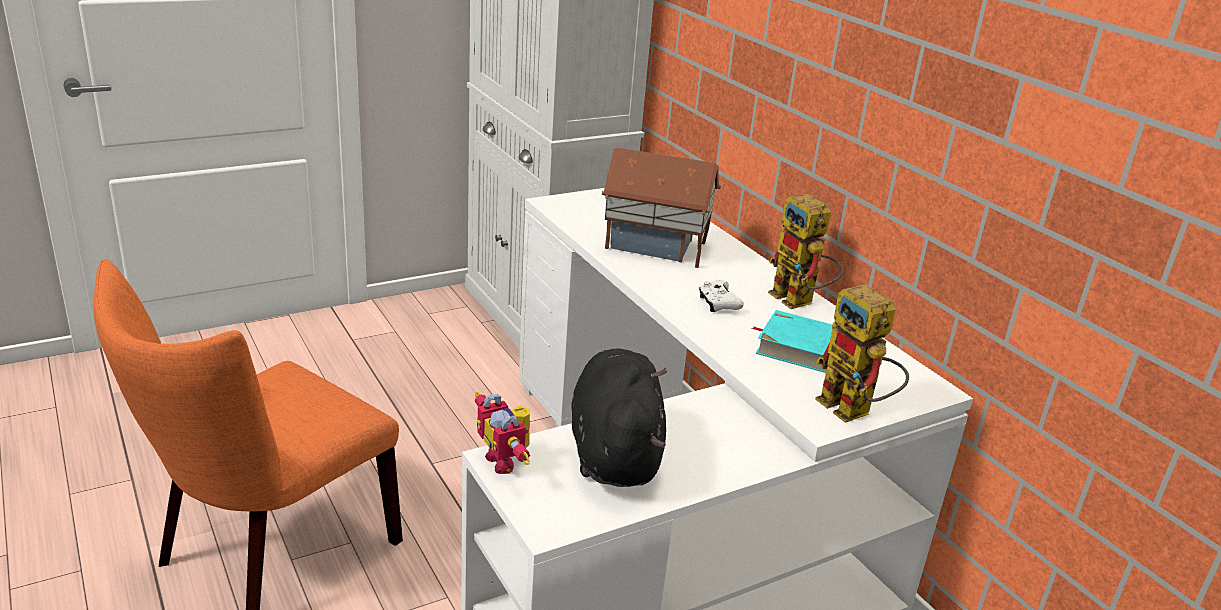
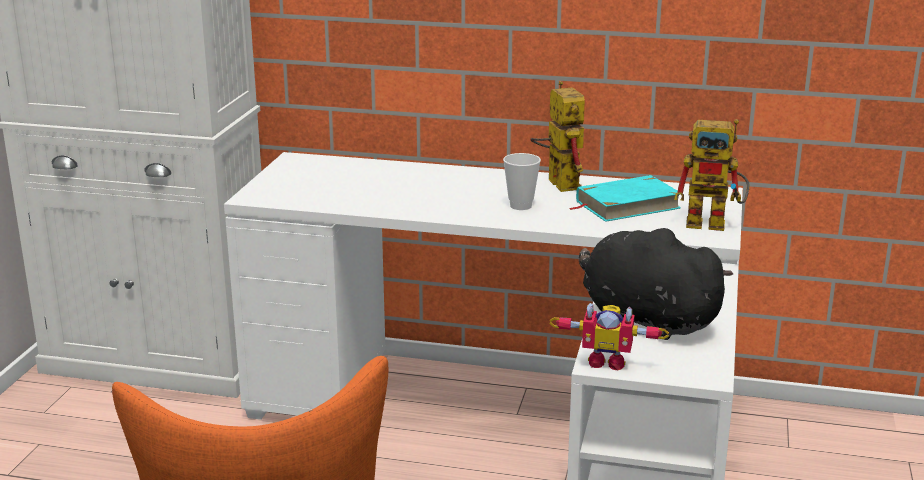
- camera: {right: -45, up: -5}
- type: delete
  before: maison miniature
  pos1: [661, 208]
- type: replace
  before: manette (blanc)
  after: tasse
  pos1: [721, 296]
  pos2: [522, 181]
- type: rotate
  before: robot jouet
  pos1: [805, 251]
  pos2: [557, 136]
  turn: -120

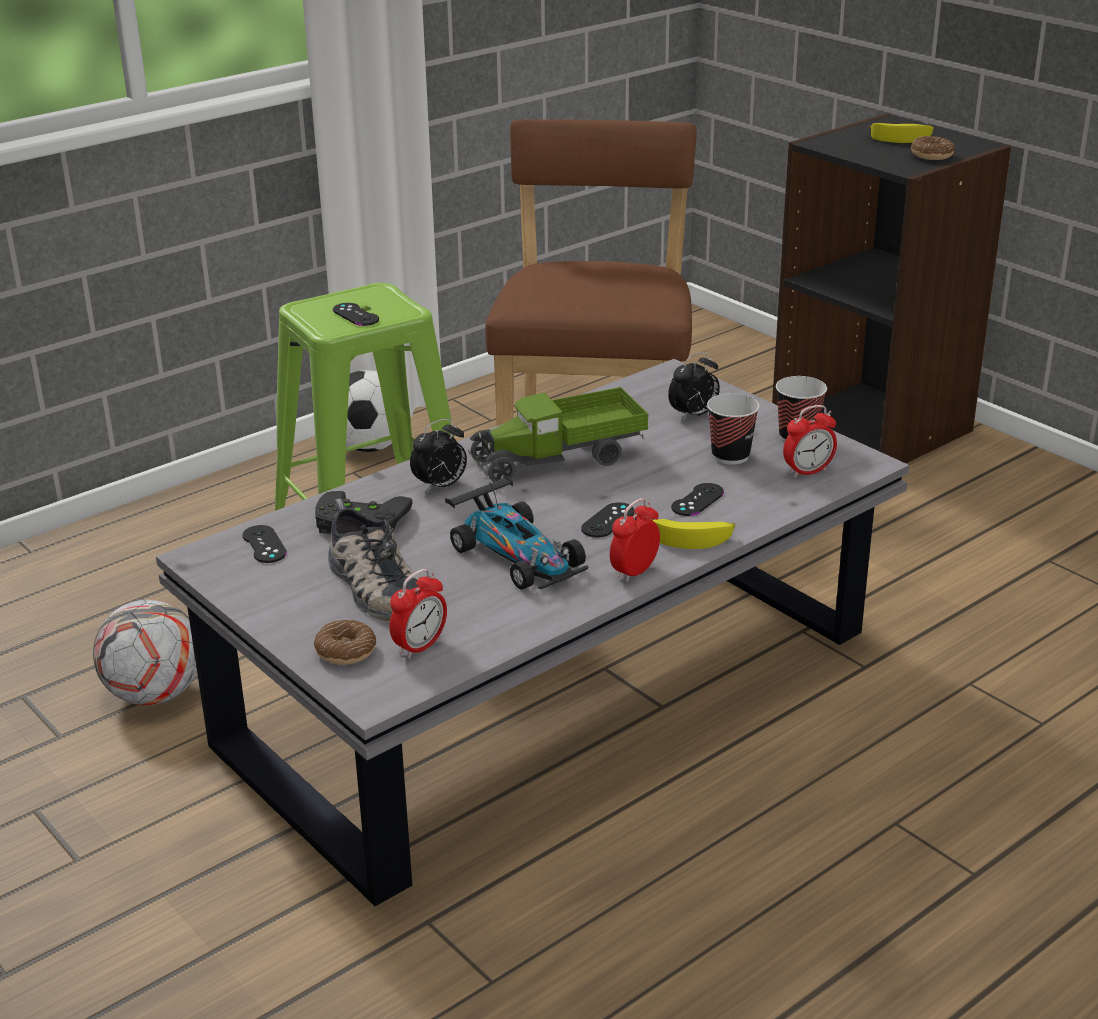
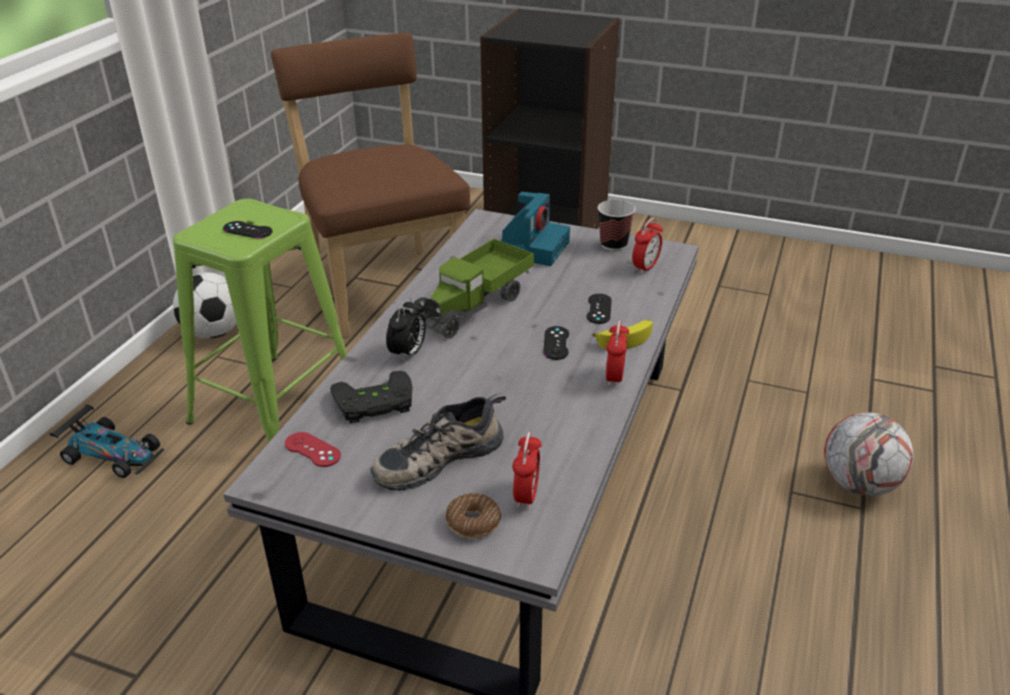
- camera: {right: -30, up: 5}
- type: move
  before: ballon de foot
  pos1: [145, 652]
  pos2: [869, 454]
- type: recolor
  before: manette (noir)
  after: manette (rouge)
  pos1: [264, 544]
  pos2: [313, 449]
- type: rotate
  before: chaussure
  pos1: [374, 560]
  pos2: [438, 442]
  turn: 120
- type: move
  before: petite voiture
  pos1: [517, 533]
  pos2: [106, 441]
- type: replace
  before: réveil
  after: appareil photo
  pos1: [694, 386]
  pos2: [535, 229]
- type: delete
  before: tasse
  pos1: [733, 429]
- type: delete
  before: banane
  pos1: [901, 133]
- type: delete
  before: beignet
  pos1: [933, 148]

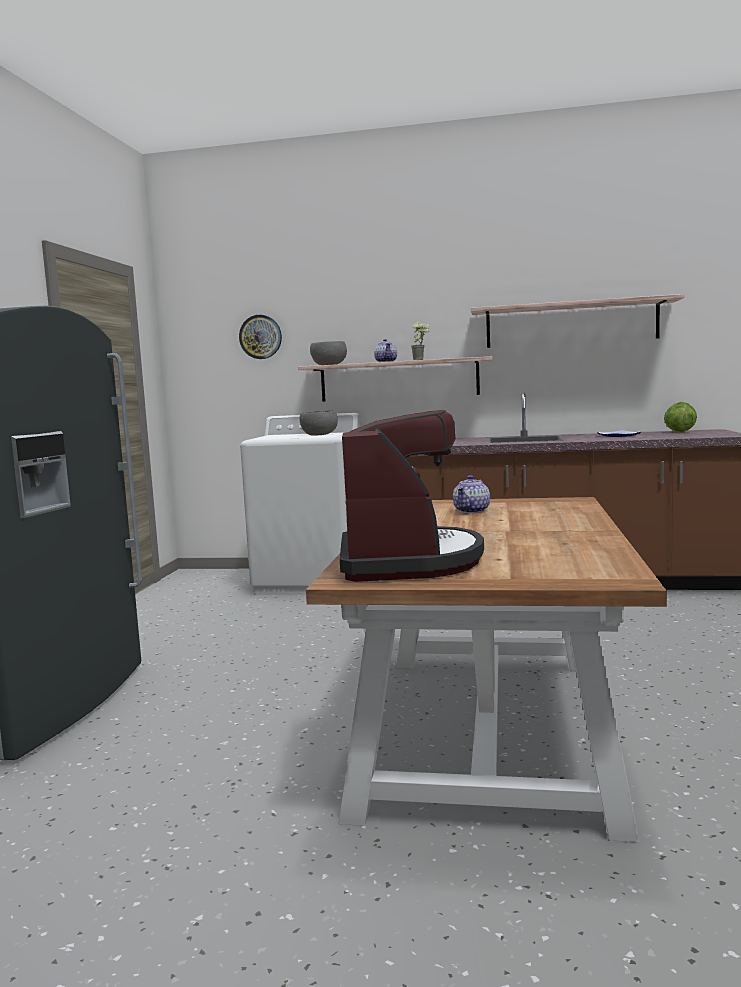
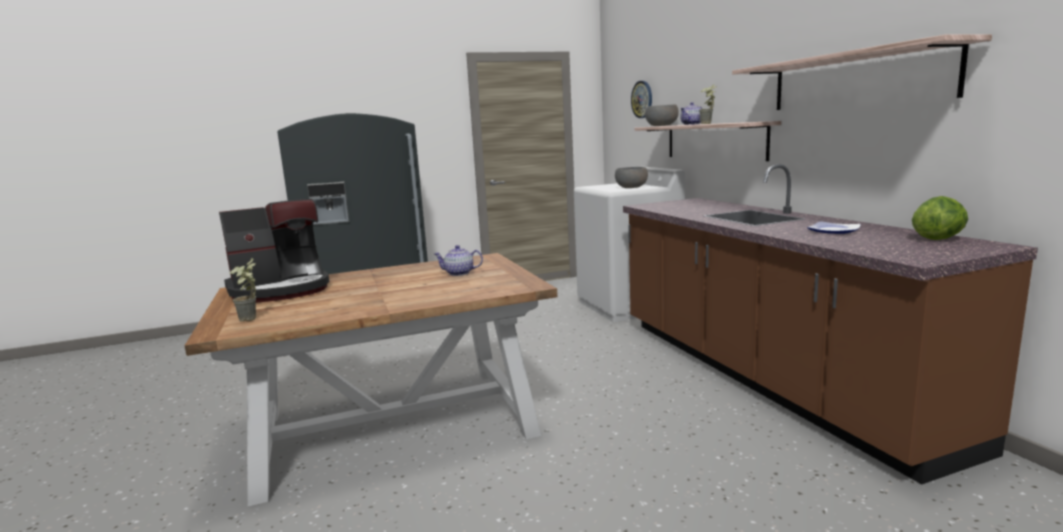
- camera: {right: 60, up: 5}
- type: insert
  after: plante en pot
  pos2: [242, 290]

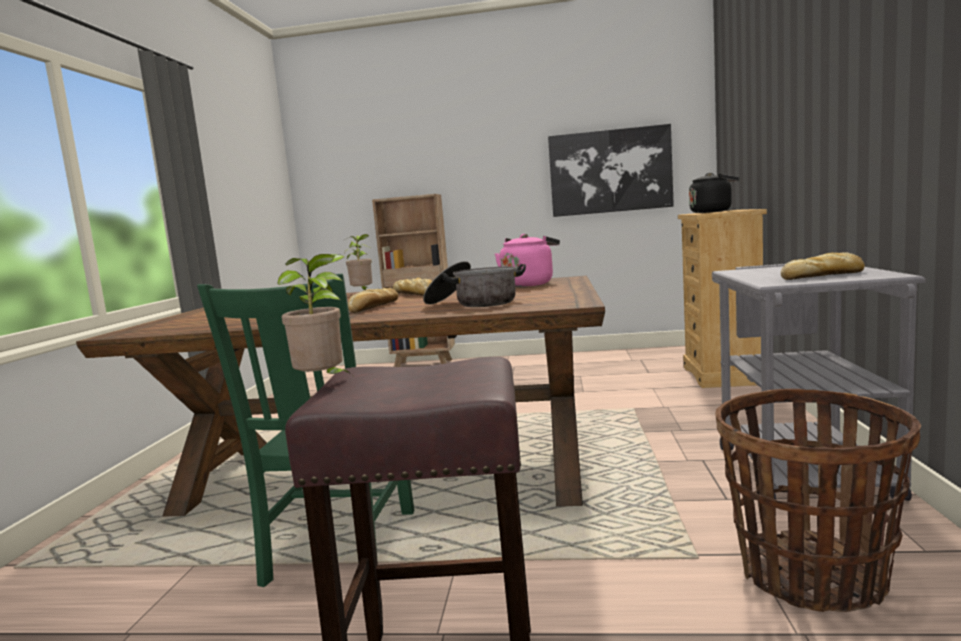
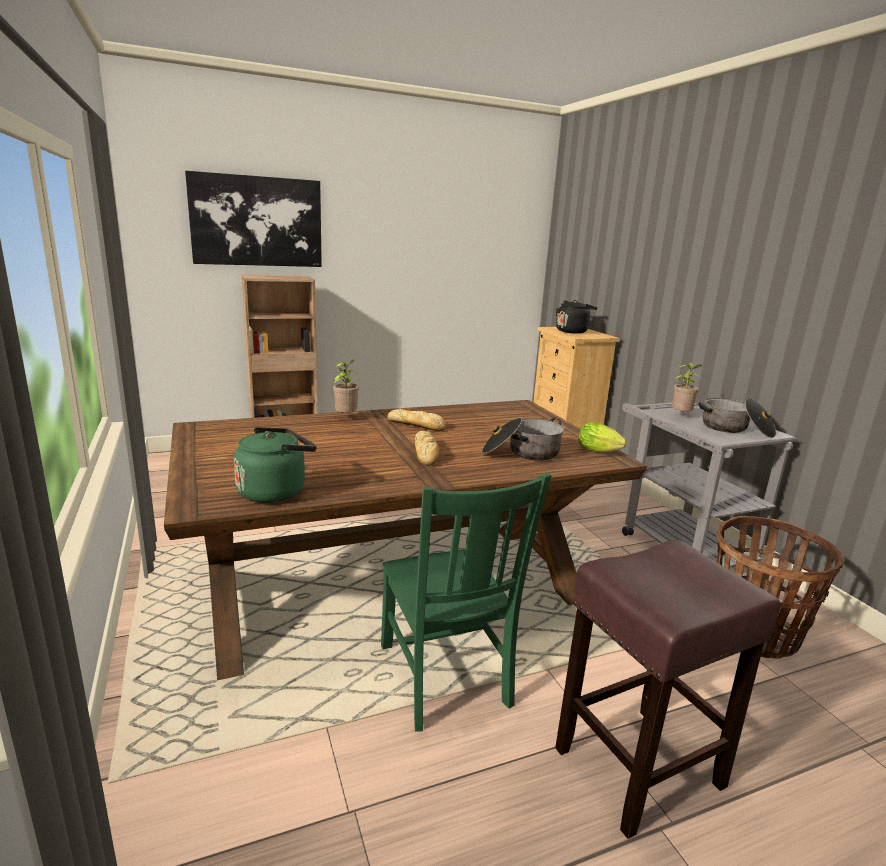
- camera: {right: -30, up: 10}
- type: move
  before: plante en pot
  pos1: [314, 314]
  pos2: [687, 388]
- type: delete
  before: bouilloire (rose)
  pos1: [527, 260]
- type: move
  before: tableau
  pos1: [611, 170]
  pos2: [253, 219]
- type: replace
  before: pain
  after: marmite
  pos1: [823, 266]
  pos2: [737, 418]
- type: insert
  after: bouilloire (vert)
  pos2: [275, 465]
- type: insert
  after: laitue
  pos2: [602, 437]

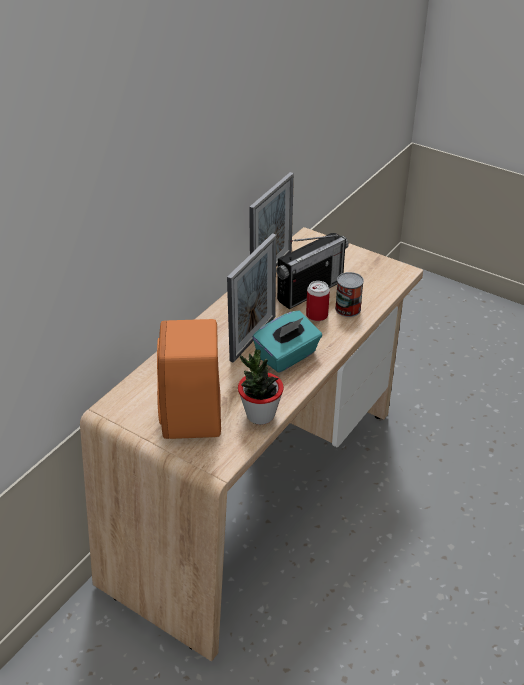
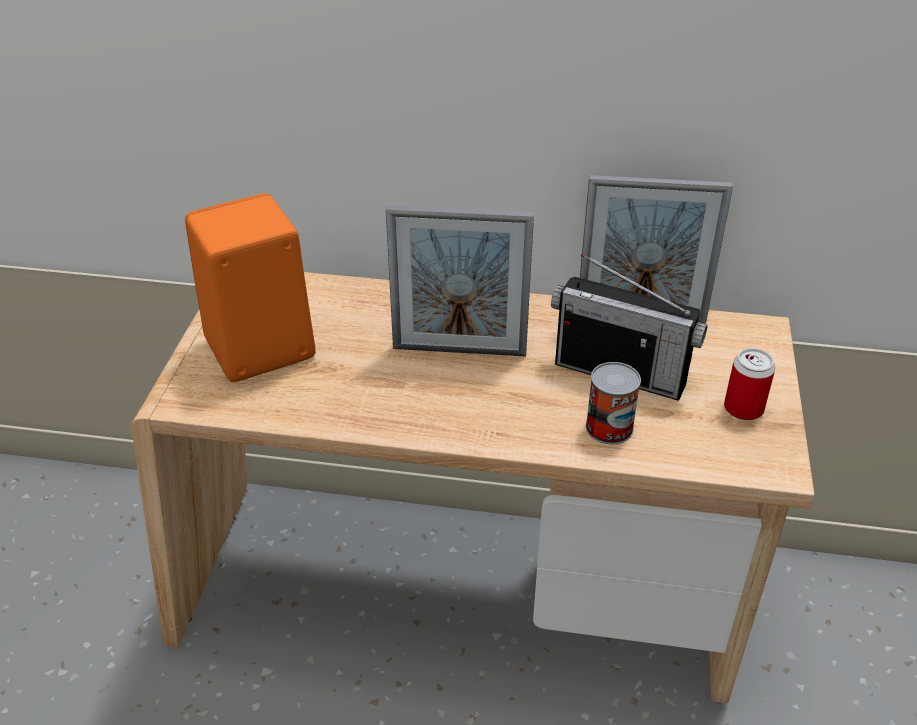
- camera: {right: 65, up: 0}
- type: delete
  before: plante en pot
  pos1: [261, 387]
- type: delete
  before: boîte à mouchoirs (turquoise)
  pos1: [287, 342]
- type: move
  before: boîte métallique
  pos1: [318, 301]
  pos2: [749, 384]

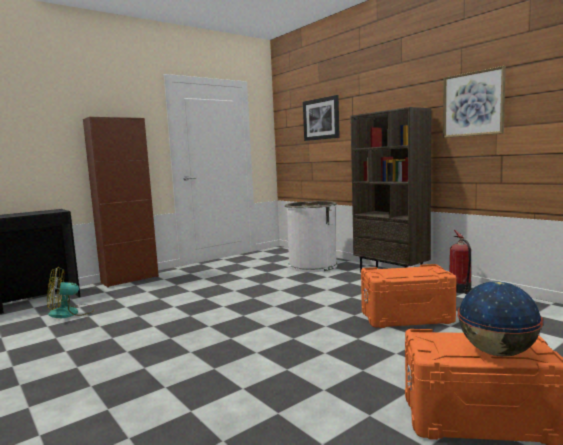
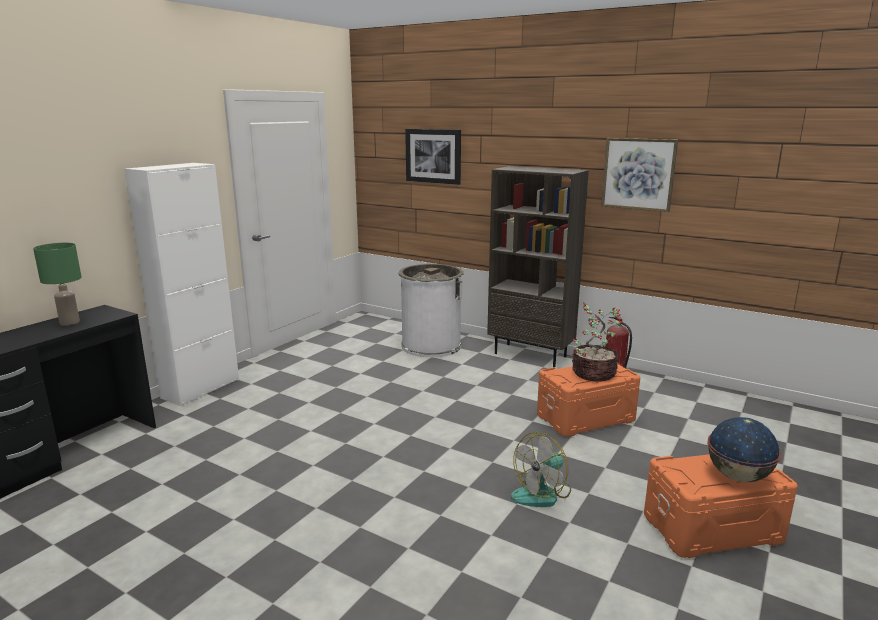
- camera: {right: -20, up: 10}
- type: move
  before: ventilateur
  pos1: [71, 293]
  pos2: [541, 469]
- type: recolor
  before: meuble de rangement (marron)
  after: meuble de rangement (blanc)
  pos1: [121, 202]
  pos2: [181, 284]
- type: insert
  after: lampe de table (vert)
  pos2: [57, 284]
- type: insert
  after: plante en pot
  pos2: [597, 342]

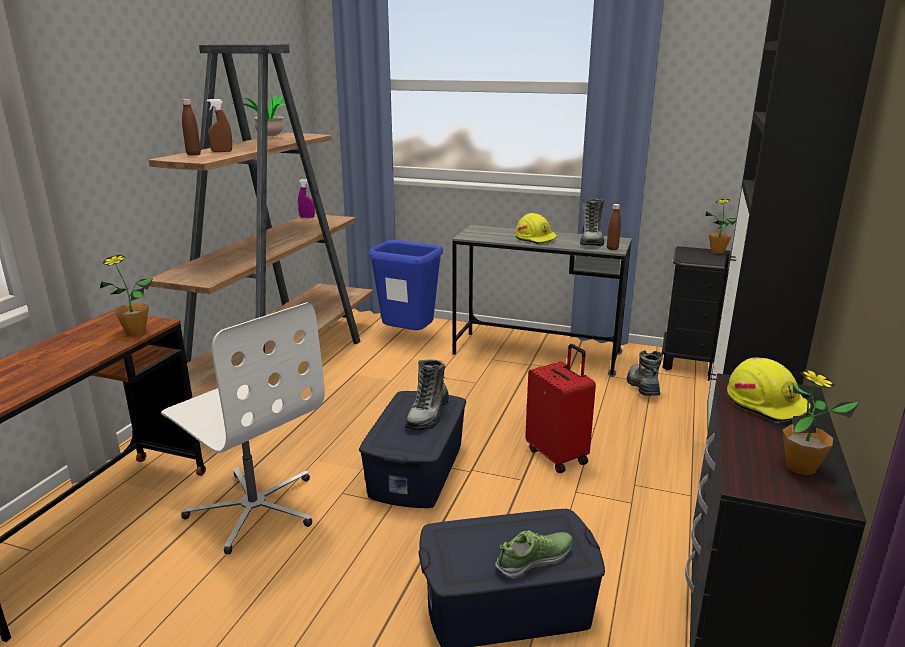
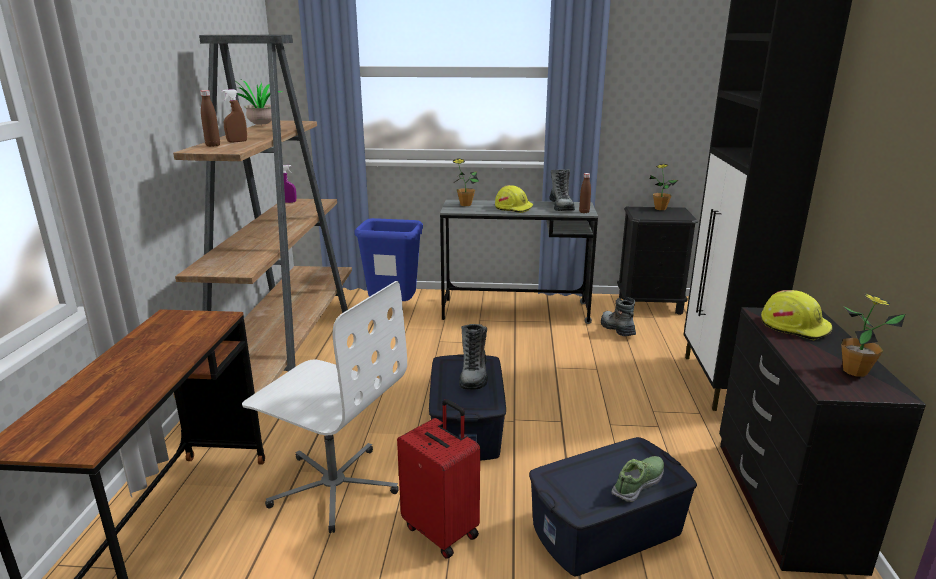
- camera: {right: -15, up: 0}
- type: move
  before: plante en pot
  pos1: [126, 295]
  pos2: [466, 182]
- type: move
  before: valise (rouge)
  pos1: [560, 408]
  pos2: [438, 479]

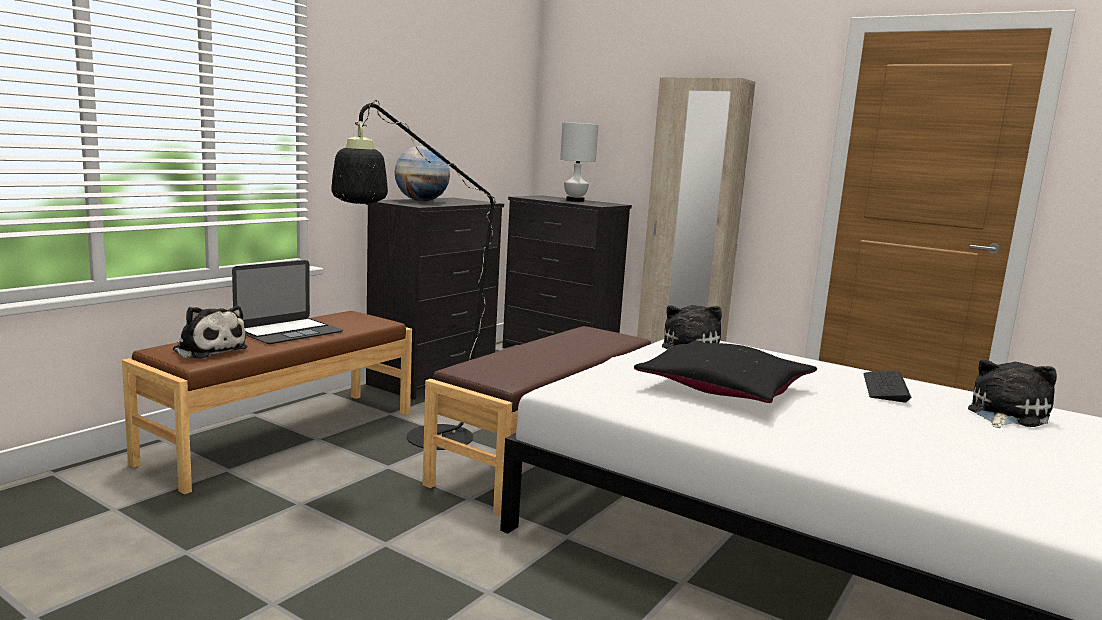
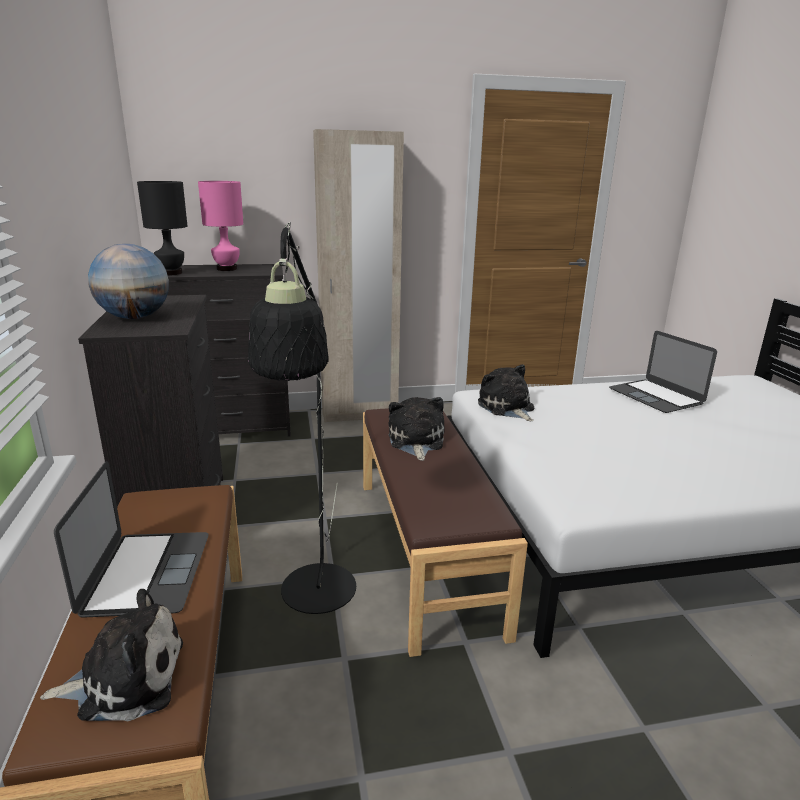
- camera: {right: -45, up: 10}
- type: recolor
  before: lampe de table (blanc)
  after: lampe de table (rose)
  pos1: [579, 162]
  pos2: [220, 226]
- type: delete
  before: coussin (noir)
  pos1: [725, 372]
- type: replace
  before: clavier
  after: ordinateur portable
  pos1: [887, 386]
  pos2: [663, 372]
- type: move
  before: peluche
  pos1: [1012, 394]
  pos2: [416, 429]
- type: insert
  after: lampe de table (noir)
  pos2: [162, 228]

